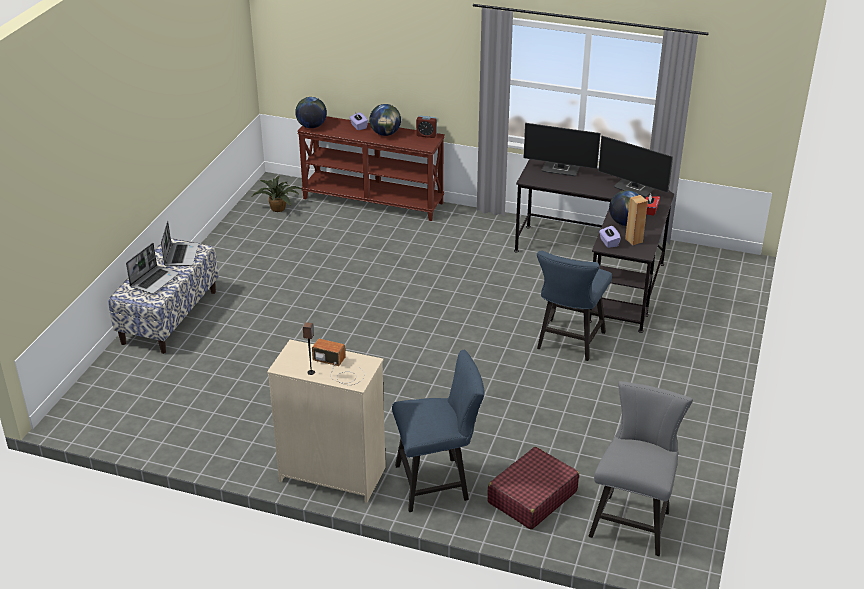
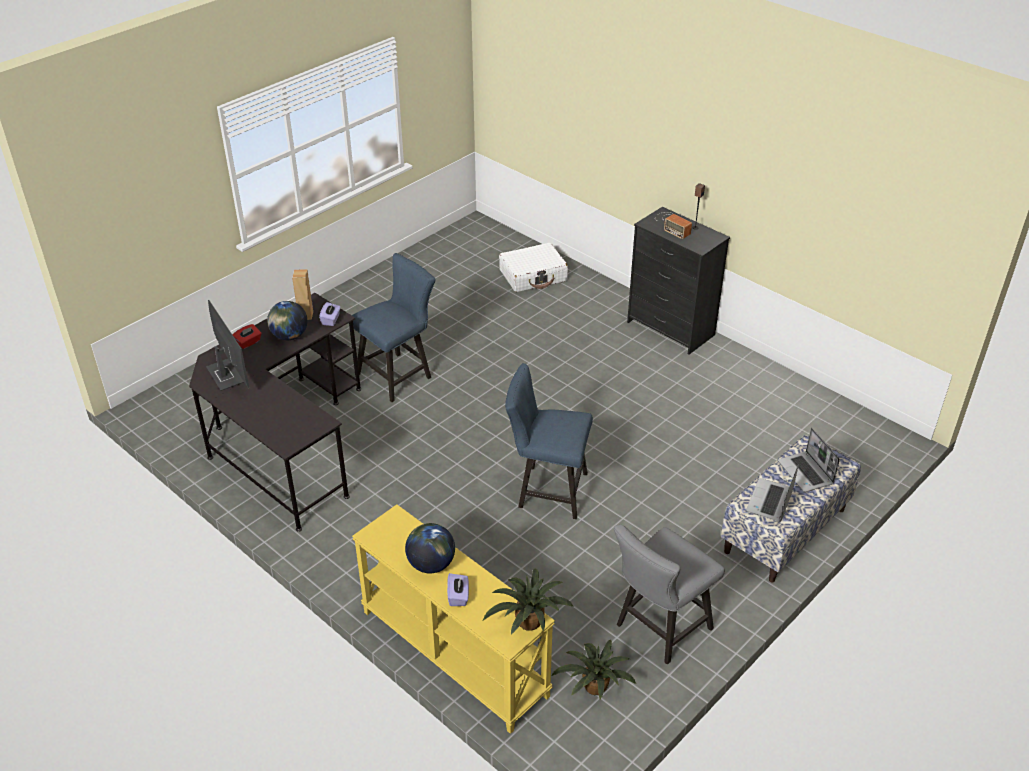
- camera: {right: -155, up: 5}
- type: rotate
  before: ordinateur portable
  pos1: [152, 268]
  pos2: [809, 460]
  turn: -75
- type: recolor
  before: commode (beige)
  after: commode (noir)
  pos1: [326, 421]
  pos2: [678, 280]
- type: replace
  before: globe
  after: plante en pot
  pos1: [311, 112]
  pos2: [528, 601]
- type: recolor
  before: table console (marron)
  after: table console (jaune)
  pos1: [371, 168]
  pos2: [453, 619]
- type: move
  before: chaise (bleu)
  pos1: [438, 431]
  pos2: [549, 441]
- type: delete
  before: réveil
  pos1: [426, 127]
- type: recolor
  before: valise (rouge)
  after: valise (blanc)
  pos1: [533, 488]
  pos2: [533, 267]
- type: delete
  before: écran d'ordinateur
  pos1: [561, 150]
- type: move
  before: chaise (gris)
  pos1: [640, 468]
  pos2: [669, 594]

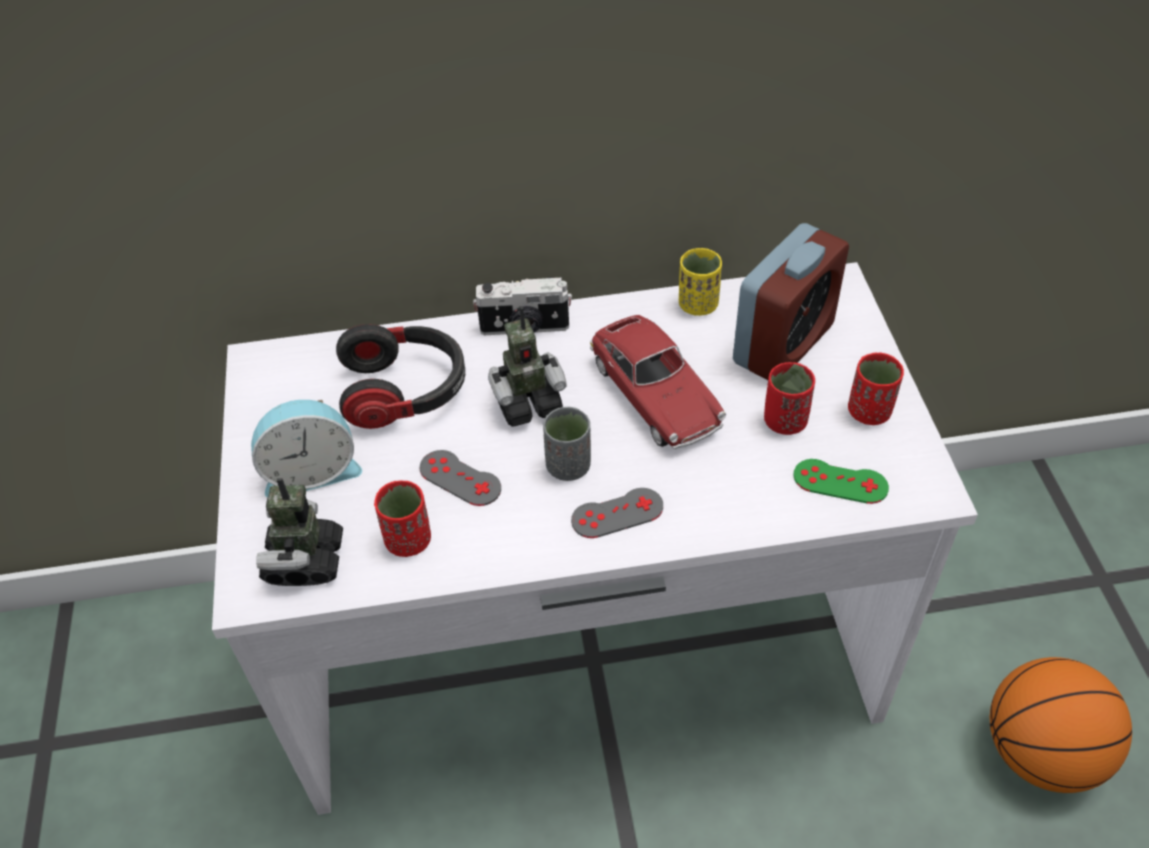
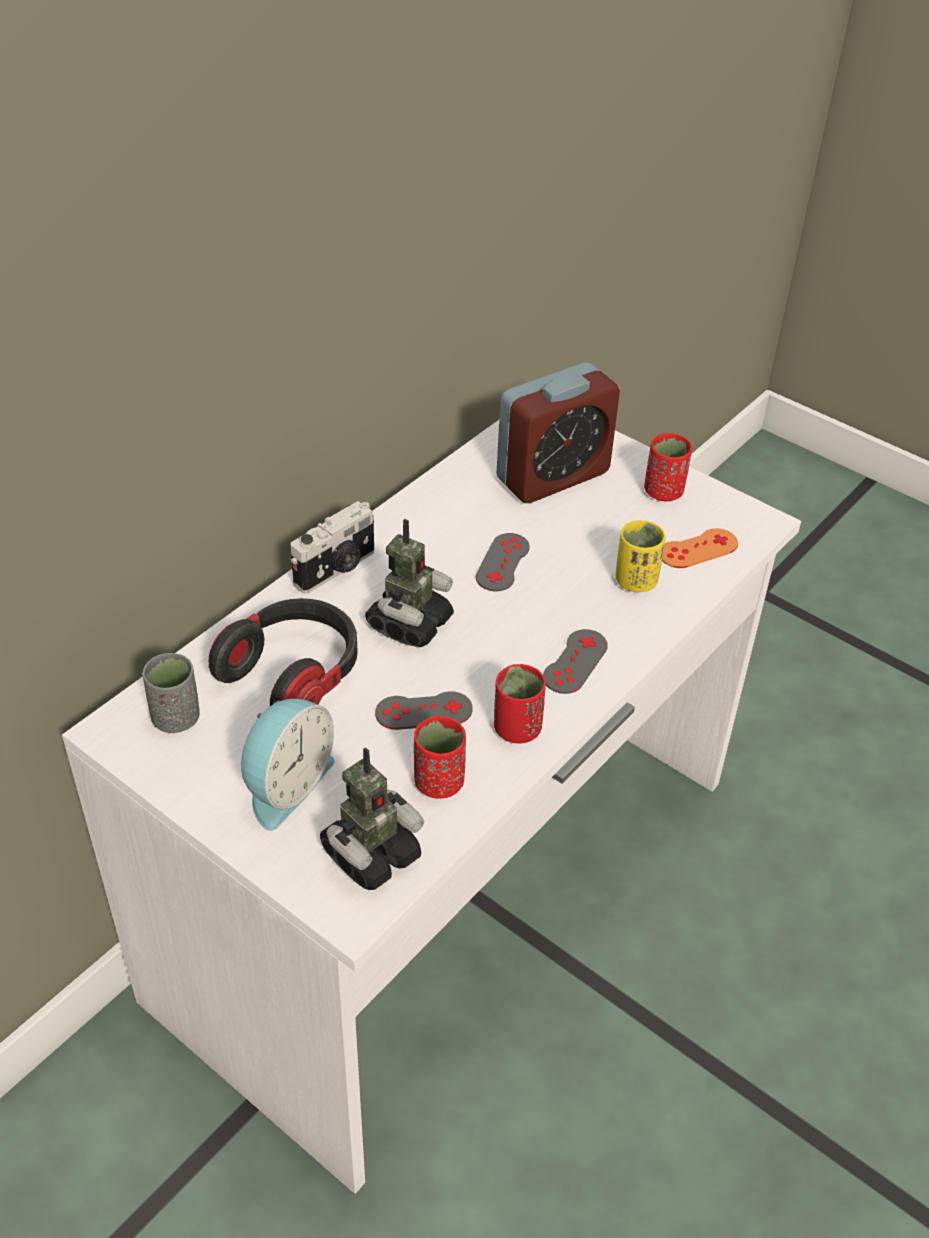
- camera: {right: -45, up: -5}
- type: rotate
  before: robot jouet
  pos1: [299, 532]
  pos2: [372, 818]
  turn: -90
- type: move
  before: tasse (gris)
  pos1: [567, 444]
  pos2: [171, 693]
- type: replace
  before: petite voiture
  after: manette (gris)
  pos1: [658, 382]
  pos2: [503, 562]
- type: move
  before: tasse (jaune)
  pos1: [700, 282]
  pos2: [640, 556]
- type: rotate
  before: réveil
  pos1: [791, 301]
  pos2: [558, 432]
  turn: 60
- type: move
  before: tasse (rouge)
  pos1: [789, 398]
  pos2: [520, 704]
- type: recolor
  before: manette (vert)
  after: manette (orange)
  pos1: [841, 481]
  pos2: [700, 548]
- type: delete
  before: ballon de basket
  pos1: [1061, 725]

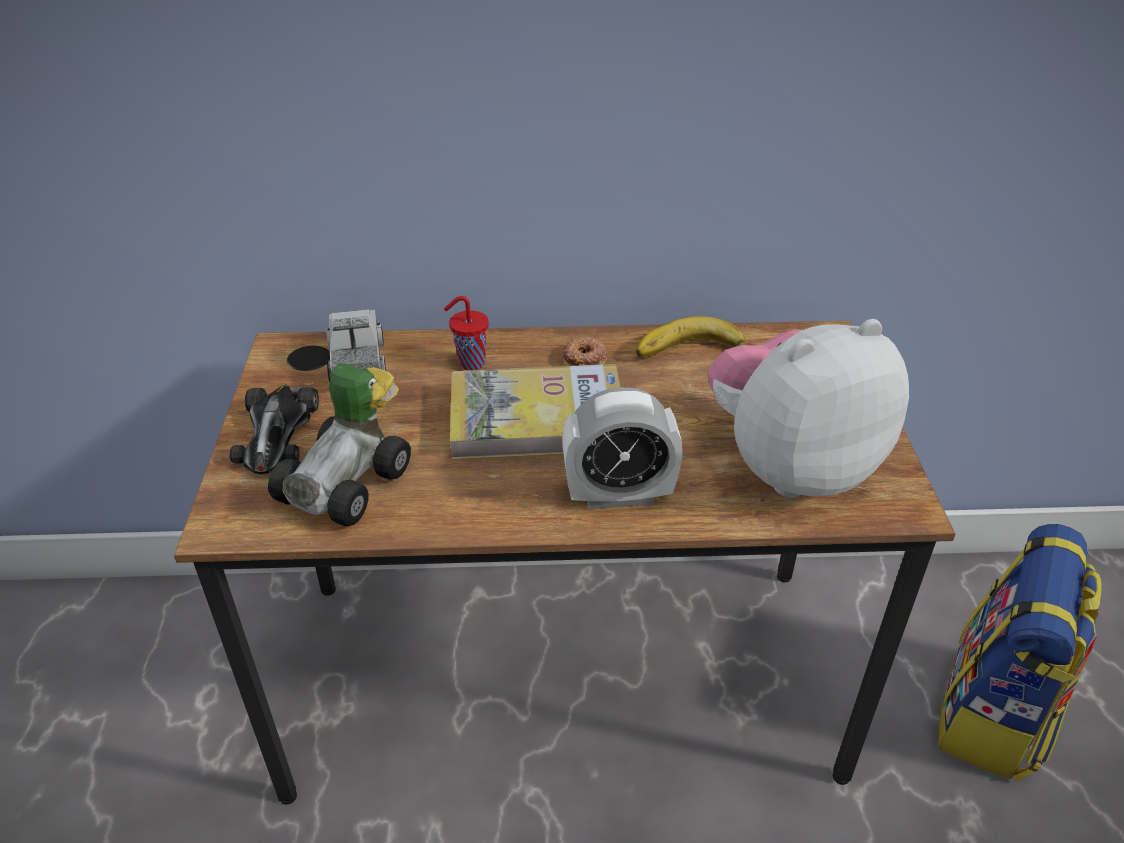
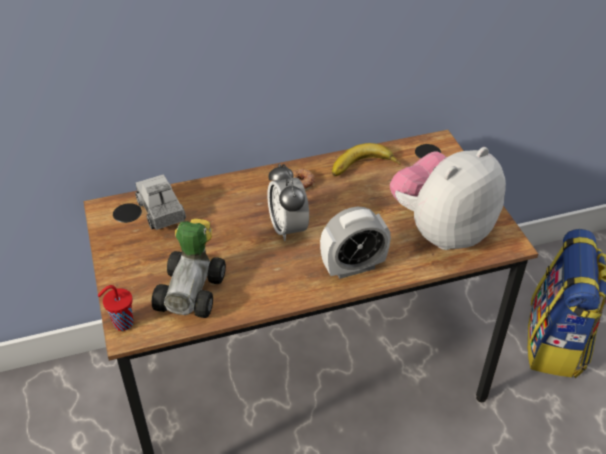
- camera: {right: -15, up: 5}
- type: delete
  before: petite voiture
  pos1: [274, 429]
- type: move
  before: tasse (rouge)
  pos1: [466, 333]
  pos2: [115, 308]
- type: replace
  before: livre
  after: réveil
  pos1: [535, 412]
  pos2: [288, 202]

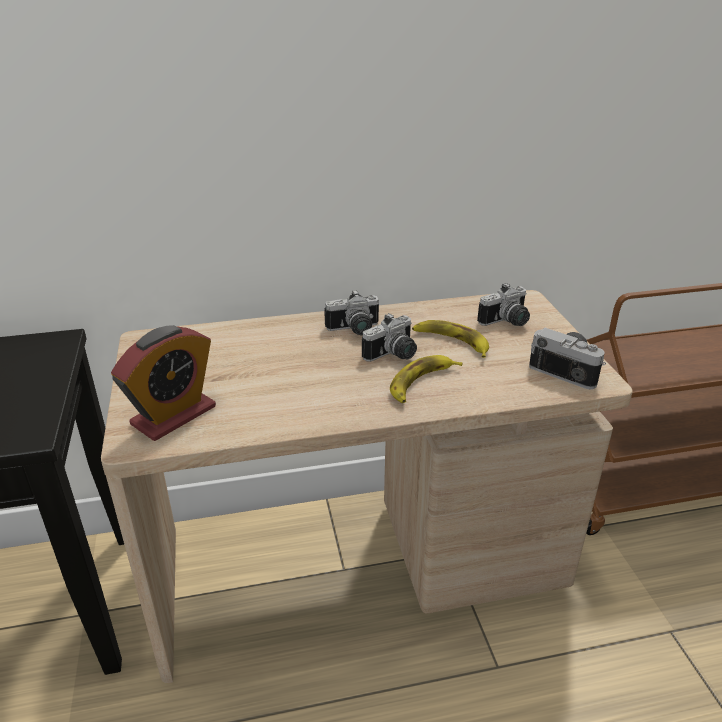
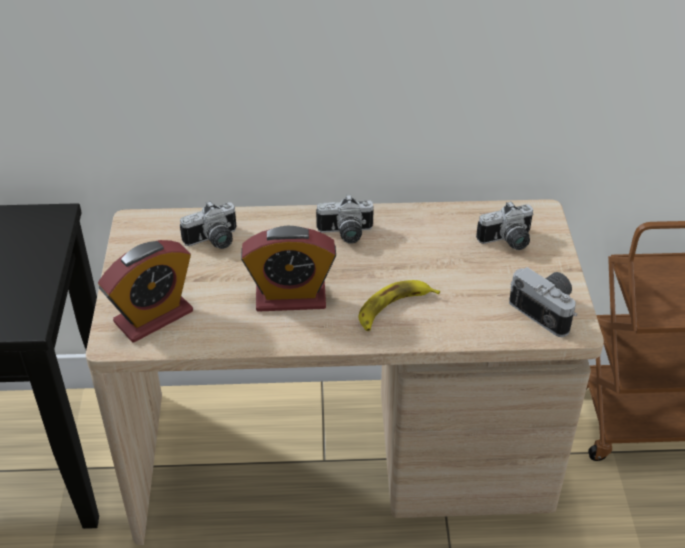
- camera: {right: 10, up: 10}
- type: move
  before: appareil photo
  pos1: [389, 337]
  pos2: [208, 225]
- type: delete
  before: banane
  pos1: [450, 339]
- type: insert
  after: réveil
  pos2: [288, 268]

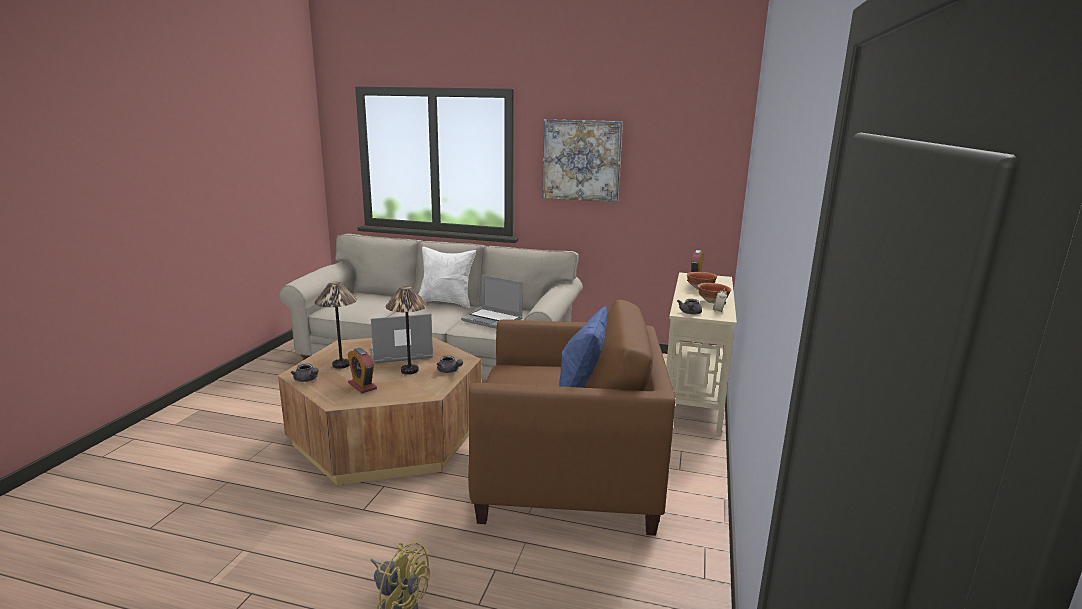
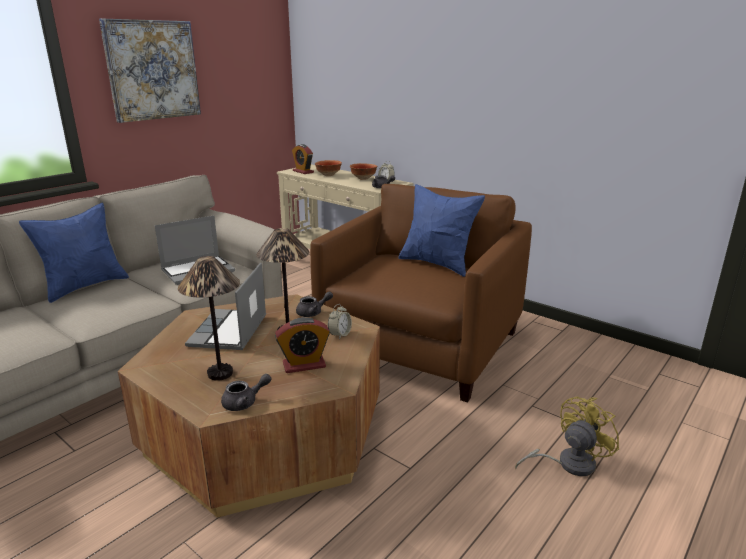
- camera: {right: -65, up: 5}
- type: recolor
  before: coussin (blanc)
  after: coussin (bleu)
  pos1: [447, 277]
  pos2: [74, 253]
- type: insert
  after: réveil
  pos2: [340, 322]

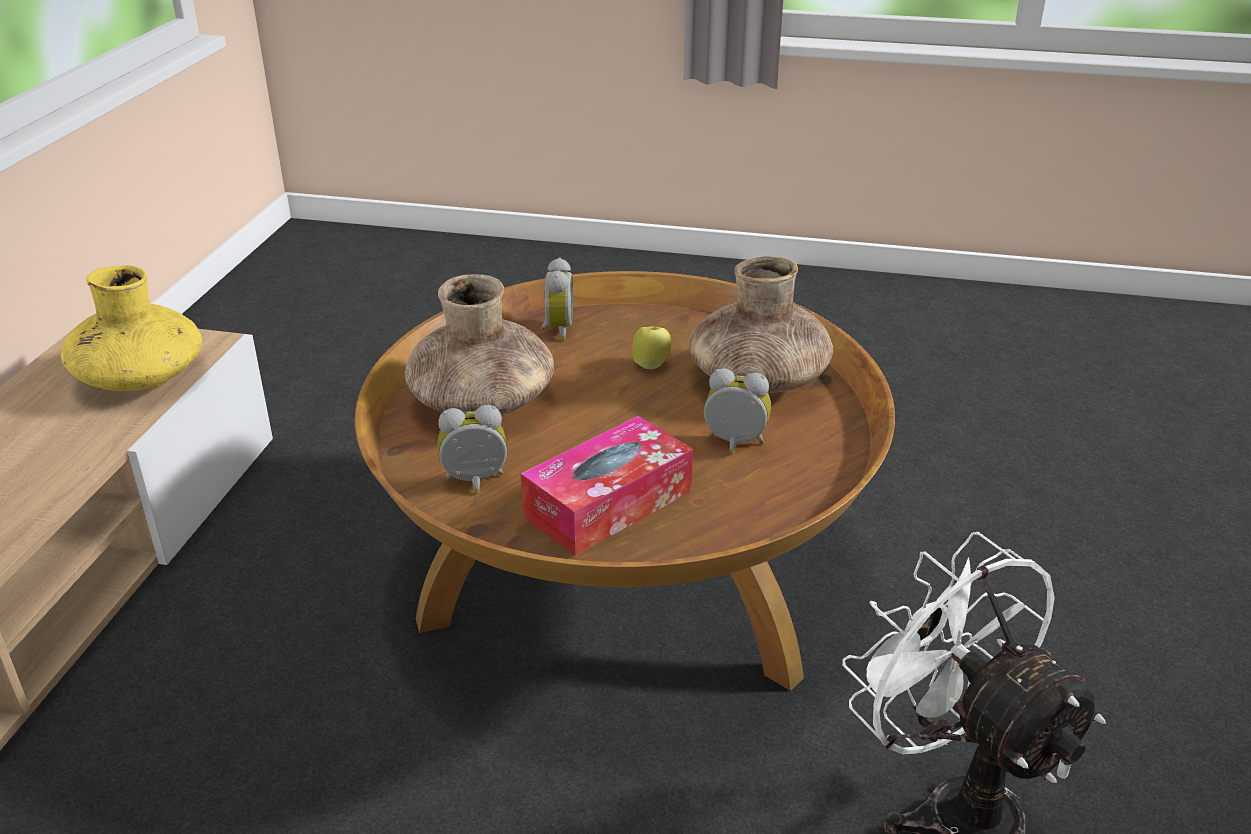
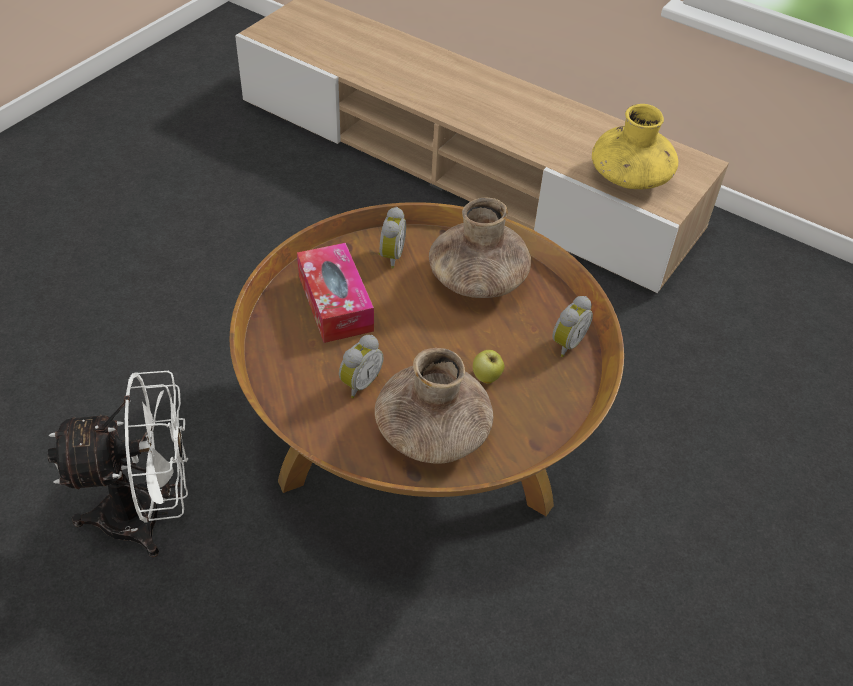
- camera: {right: 110, up: 15}
- type: rotate
  before: réveil
  pos1: [557, 298]
  pos2: [573, 326]
  turn: -75

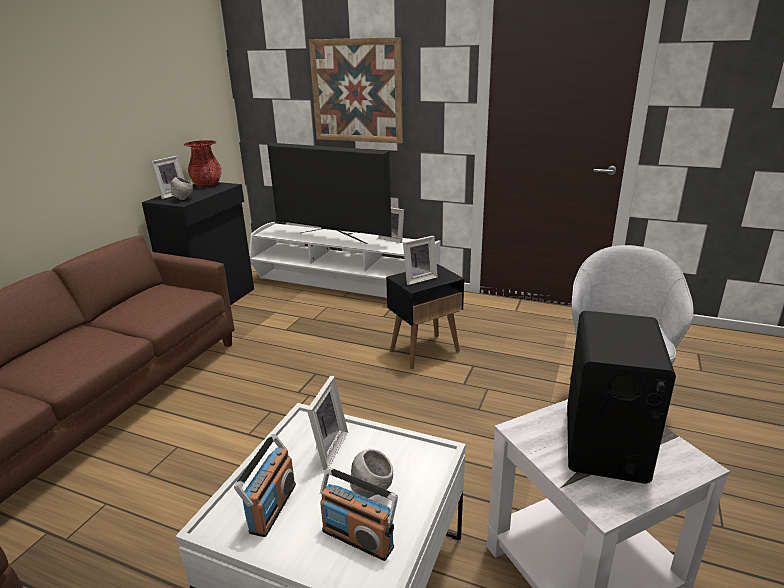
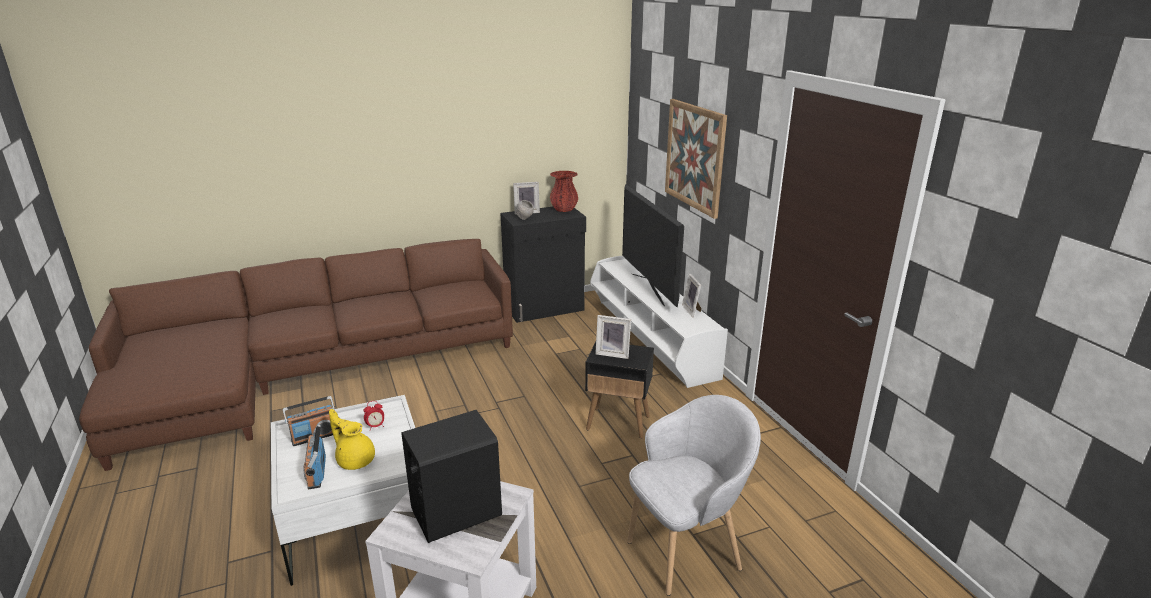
- camera: {right: 45, up: 0}
- type: replace
  before: cadre photo
  after: réveil
  pos1: [327, 423]
  pos2: [374, 415]
- type: replace
  before: bol (gris)
  after: théière (jaune)
  pos1: [371, 473]
  pos2: [352, 439]

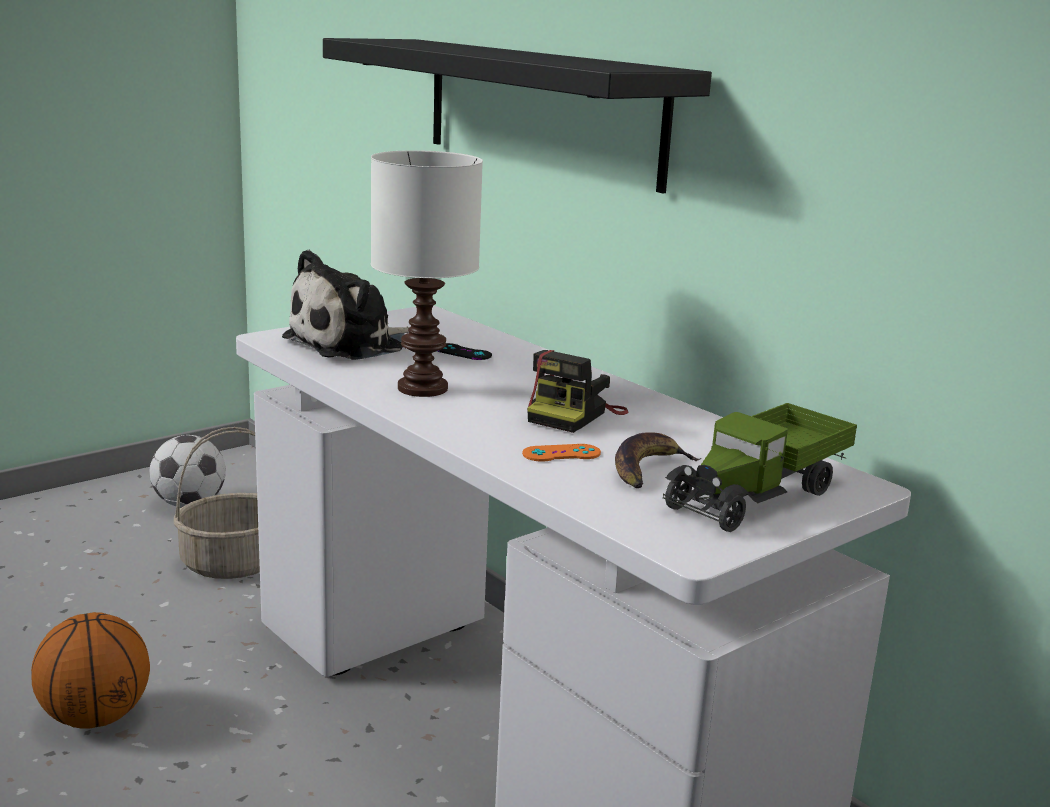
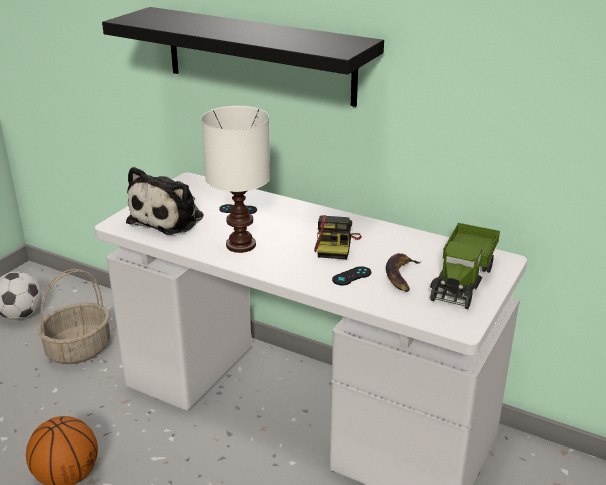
- camera: {right: -20, up: 10}
- type: recolor
  before: manette (orange)
  after: manette (noir)
  pos1: [561, 453]
  pos2: [351, 276]

